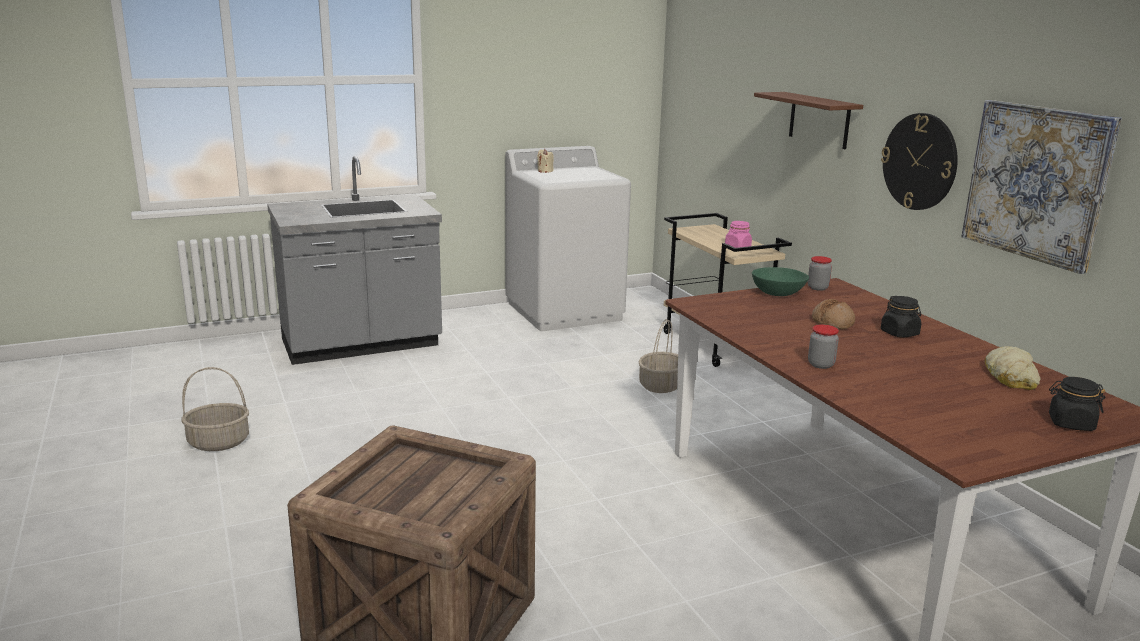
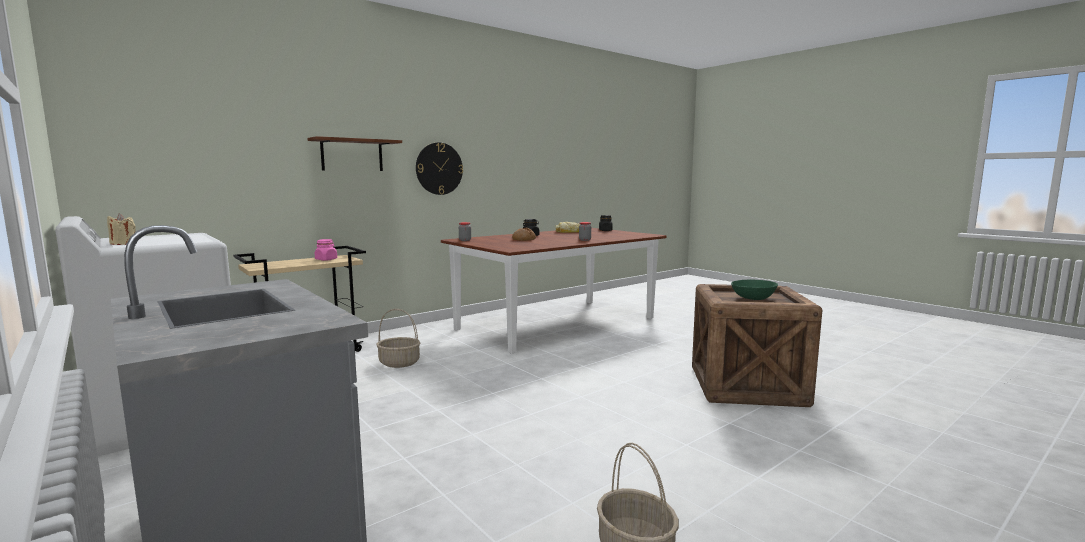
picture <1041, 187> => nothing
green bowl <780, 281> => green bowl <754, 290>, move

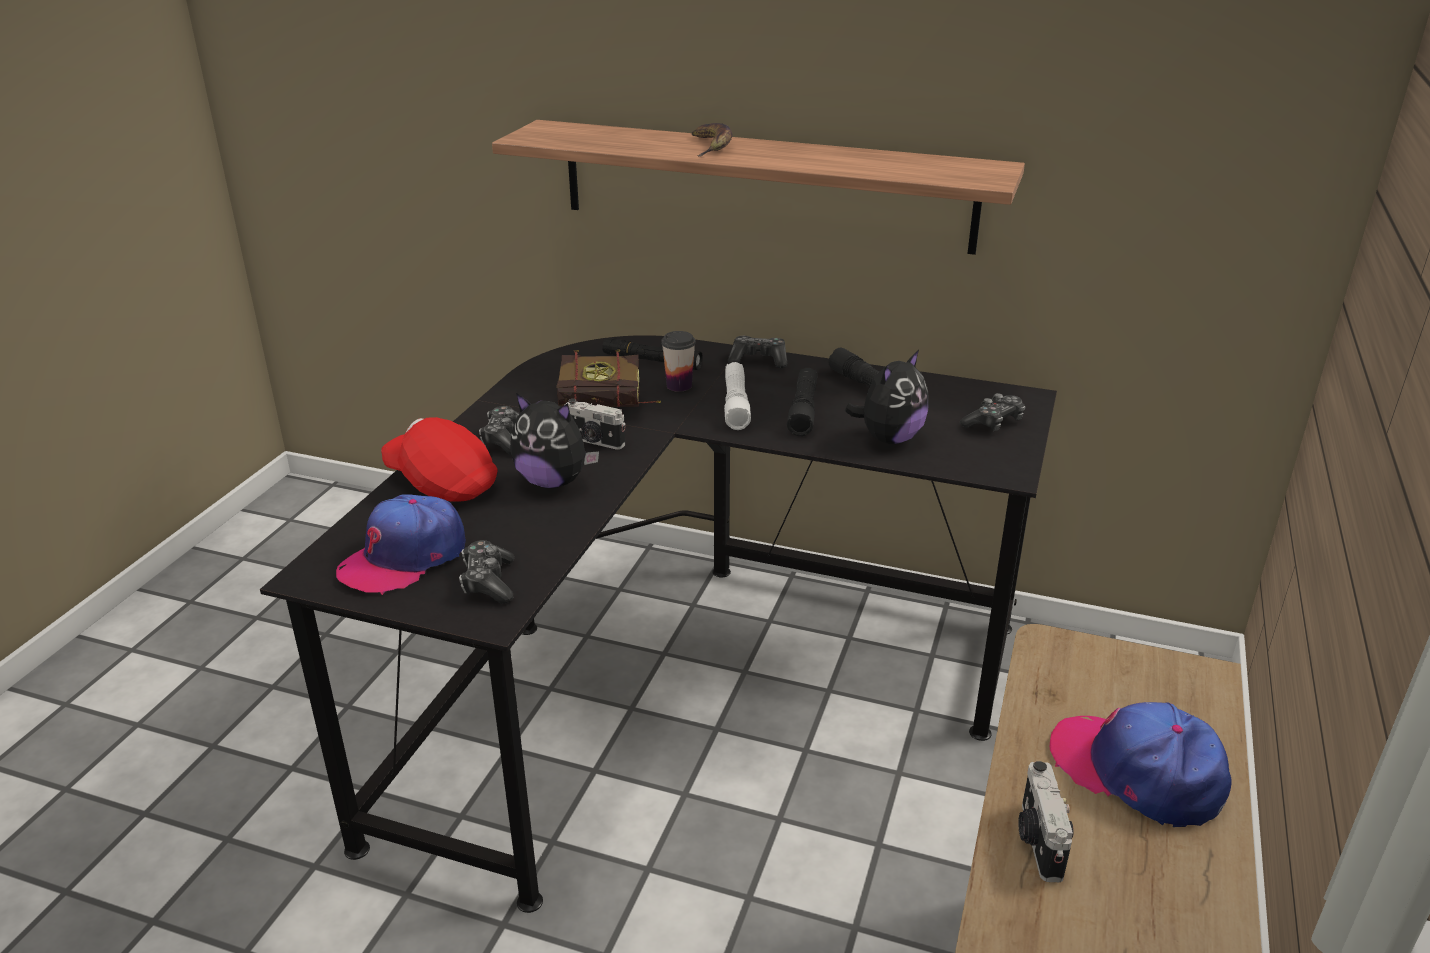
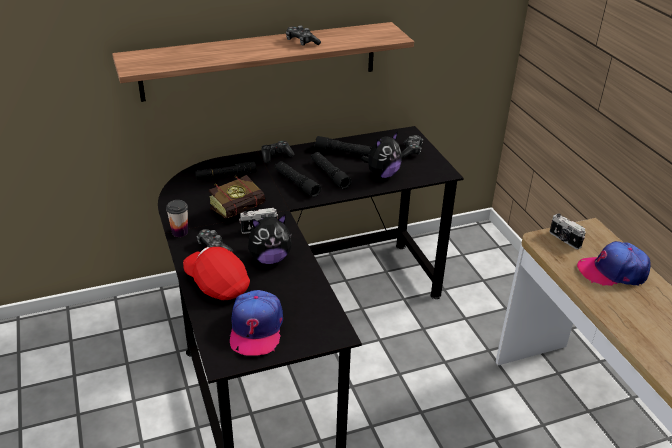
banana <712, 140> => nothing
cup <678, 361> => cup <177, 218>, move
plush toy <887, 397> => plush toy <381, 155>, 45 degrees clockwise
white flashlight <737, 396> => black flashlight <298, 179>
red cap <439, 459> => red cap <216, 273>, 45 degrees clockwise
game controller <486, 572> => game controller <303, 35>, move
photo camera <1046, 821> => photo camera <567, 231>, move

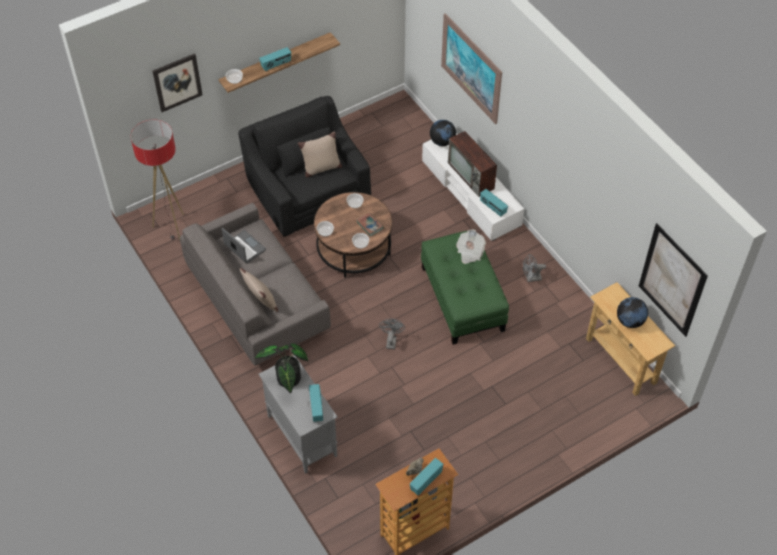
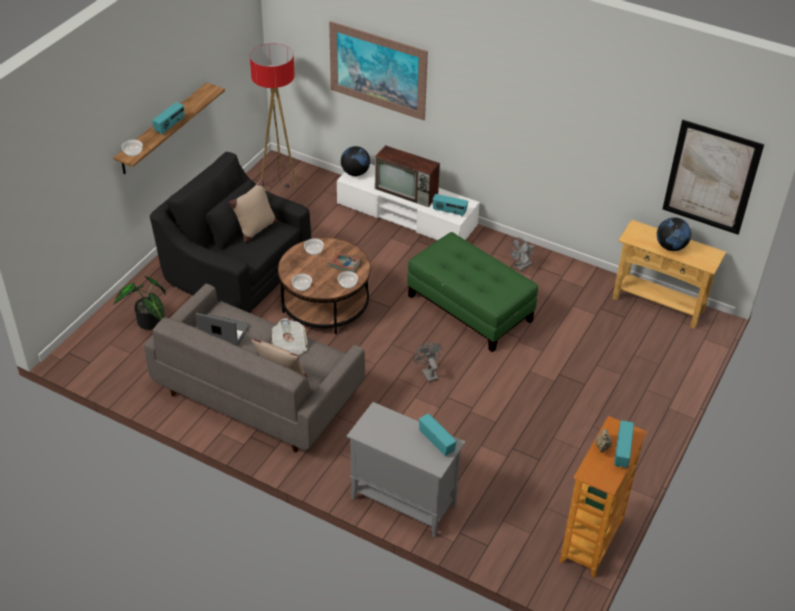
picture <177, 82> => nothing
floor lamp <157, 179> => floor lamp <273, 115>, move
newspaper <471, 246> => newspaper <289, 336>, move
potted plant <281, 368> => potted plant <140, 303>, move

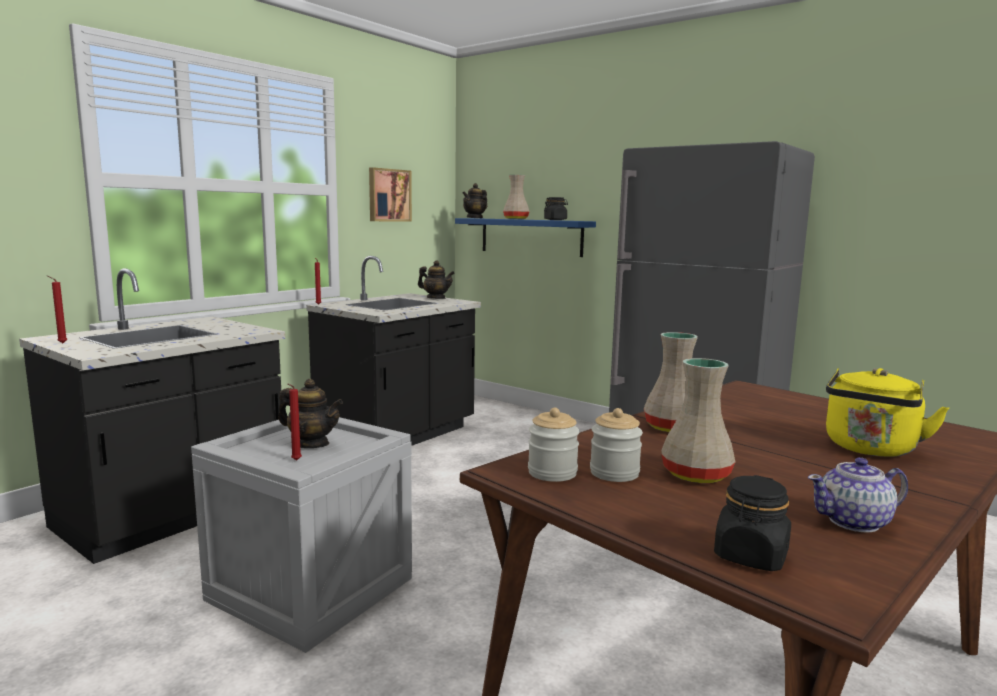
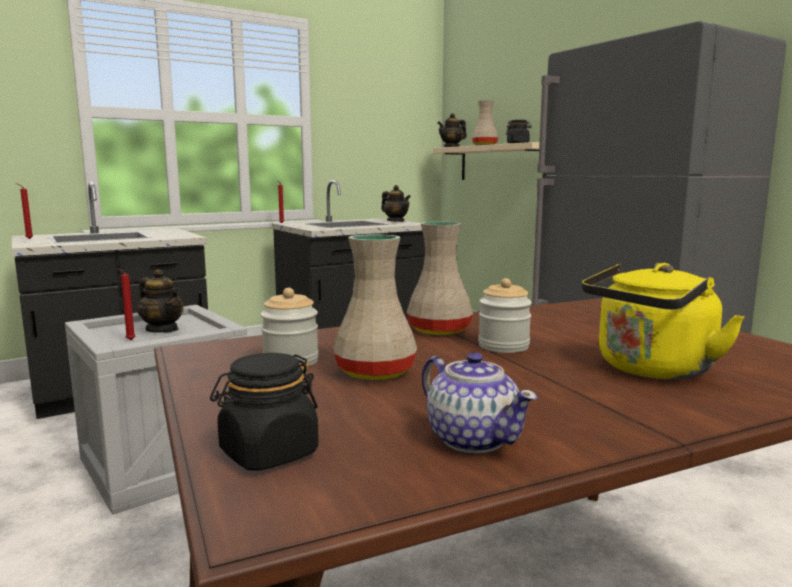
picture <390, 194> => nothing
blue shelf <525, 237> => beige shelf <489, 161>
jar <554, 445> => jar <505, 315>, move
teapot <858, 494> => teapot <479, 402>, 135 degrees counterclockwise

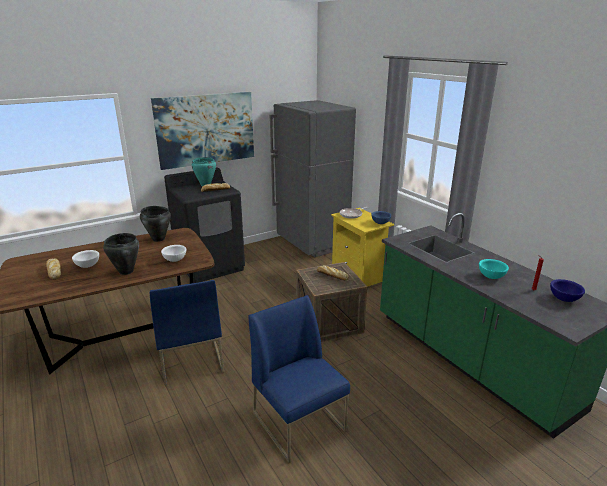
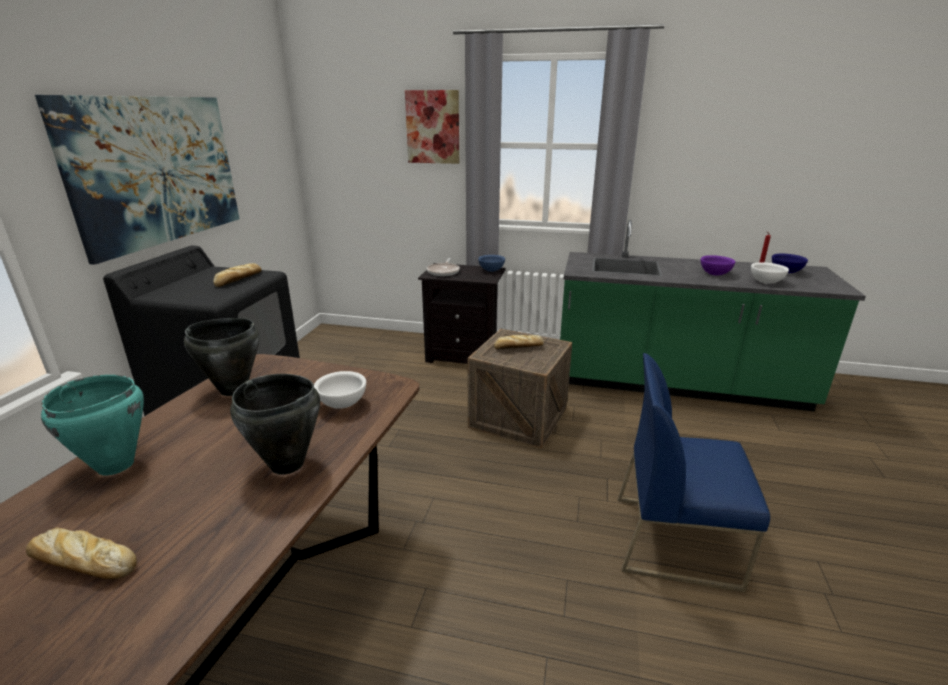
grey fridge <312, 178> => nothing
turquoise cooking pot <204, 171> => turquoise cooking pot <92, 425>, move
yellow nightstand <363, 247> => black nightstand <462, 313>
white bowl <85, 259> => white bowl <770, 273>, move
turquoise bowl <494, 269> => purple bowl <718, 265>
blue chair <187, 333> => nothing
nothing => picture <432, 127>

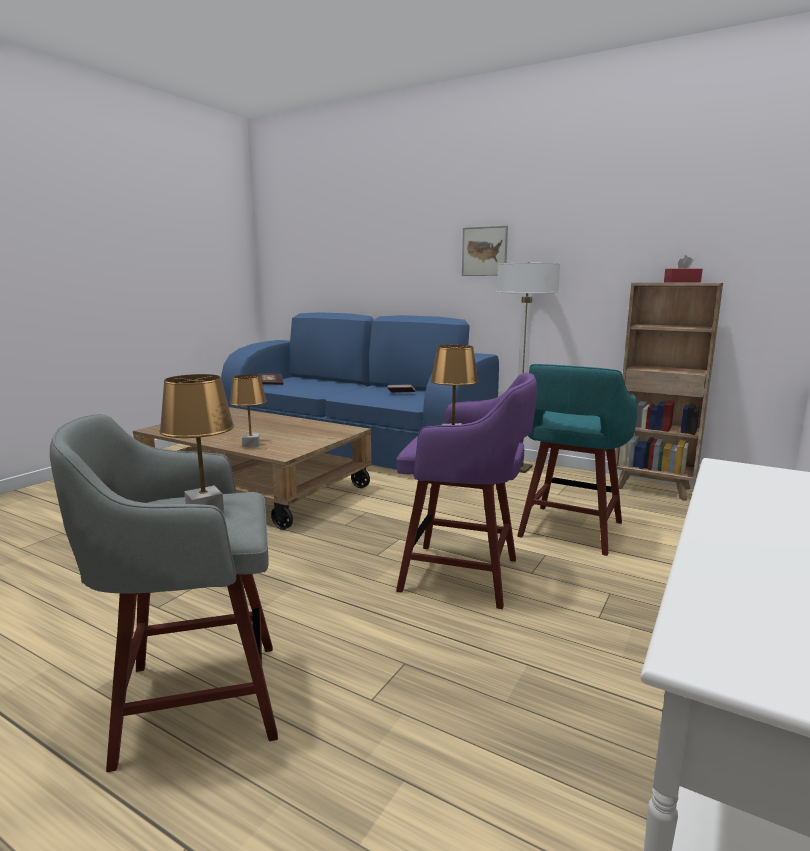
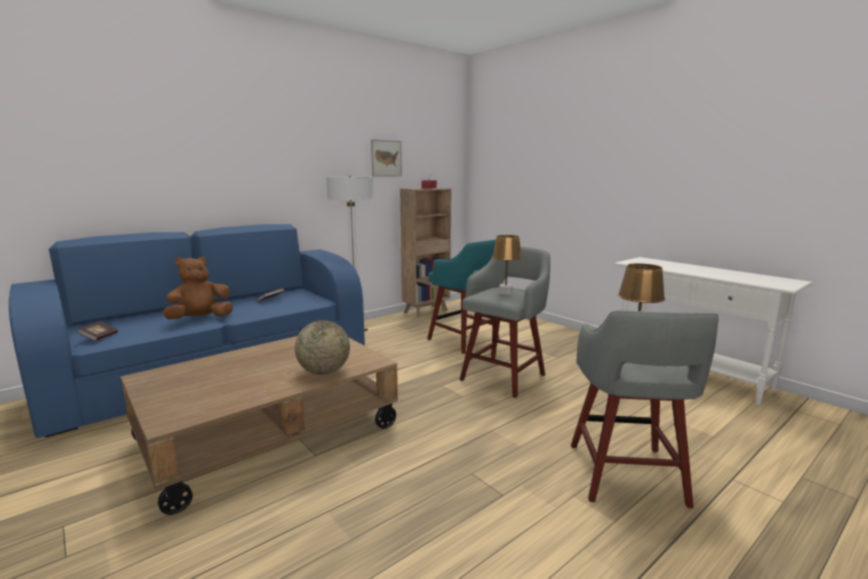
picture <485, 250> => picture <386, 158>, move
purple stool <466, 491> => grey stool <505, 322>
brown table lamp <248, 410> => globe <322, 347>
nothing => brown plush toy <197, 288>

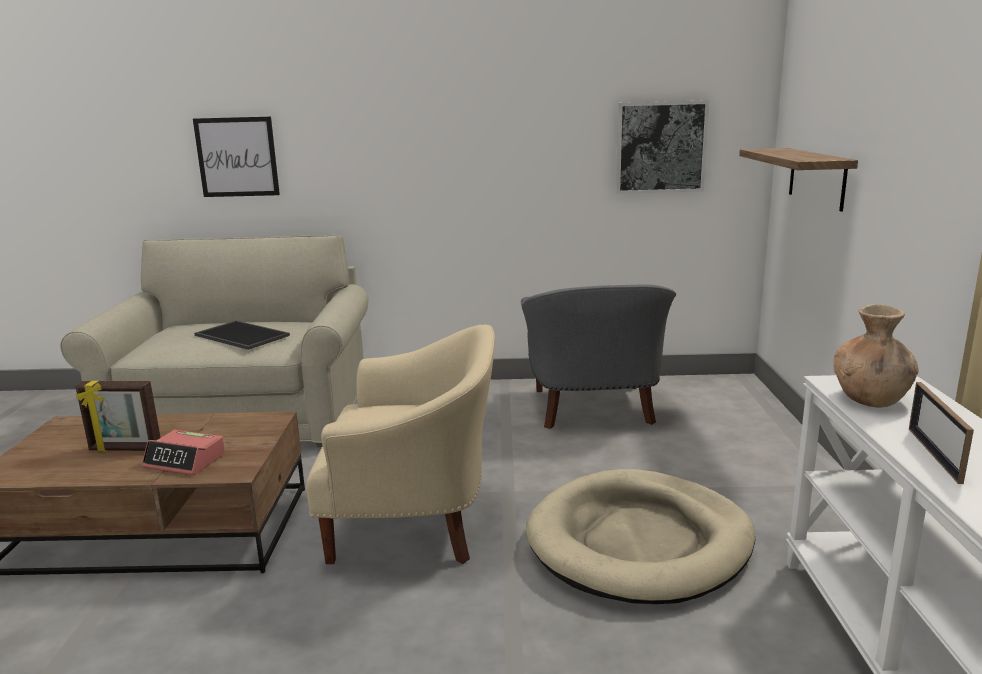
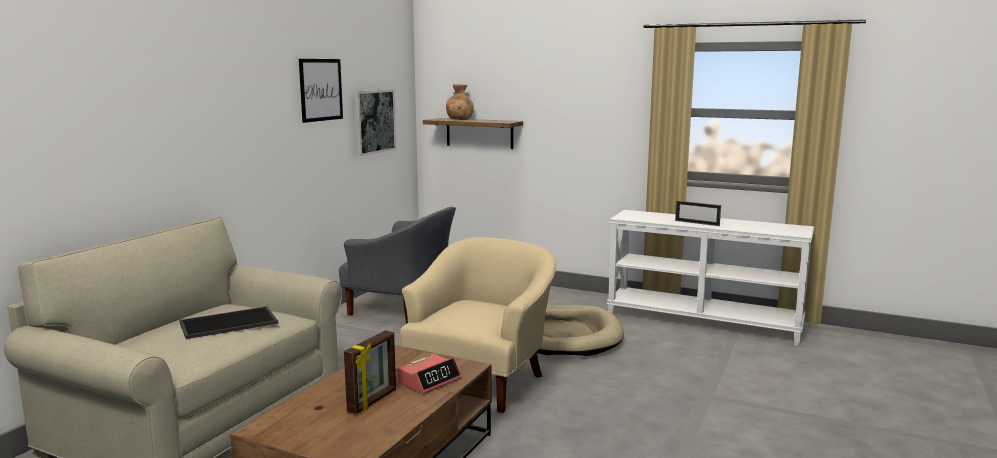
picture <236, 157> => picture <321, 91>, move
brown vase <876, 356> => brown vase <460, 102>, move

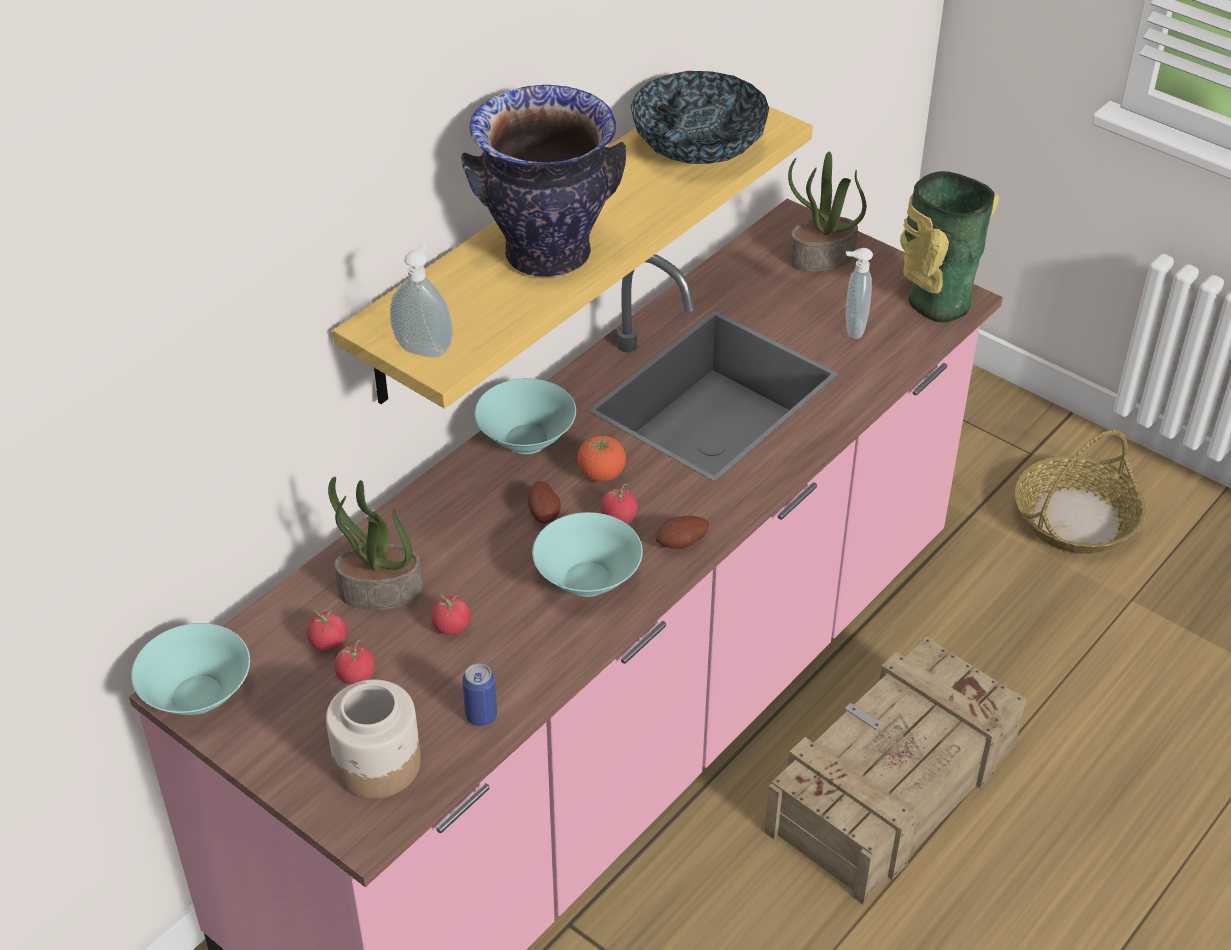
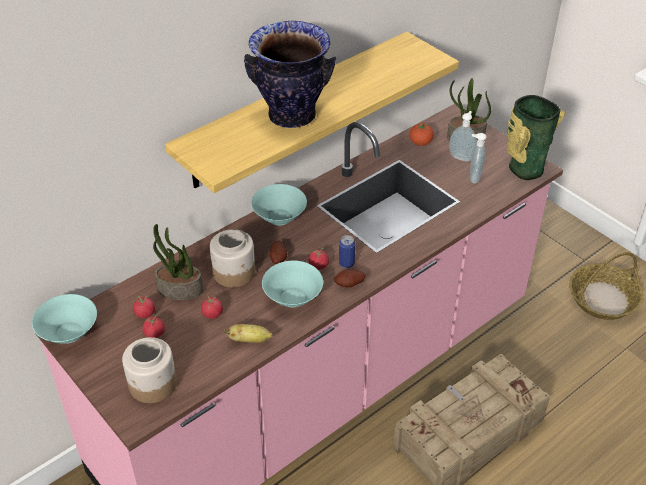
bowl <700, 117> => nothing
soap dispenser <421, 300> => soap dispenser <463, 136>, move
tomato <601, 458> => tomato <422, 134>, move
can <479, 694> => can <347, 251>, move
nothing => jar <232, 258>
nothing => banana <248, 333>

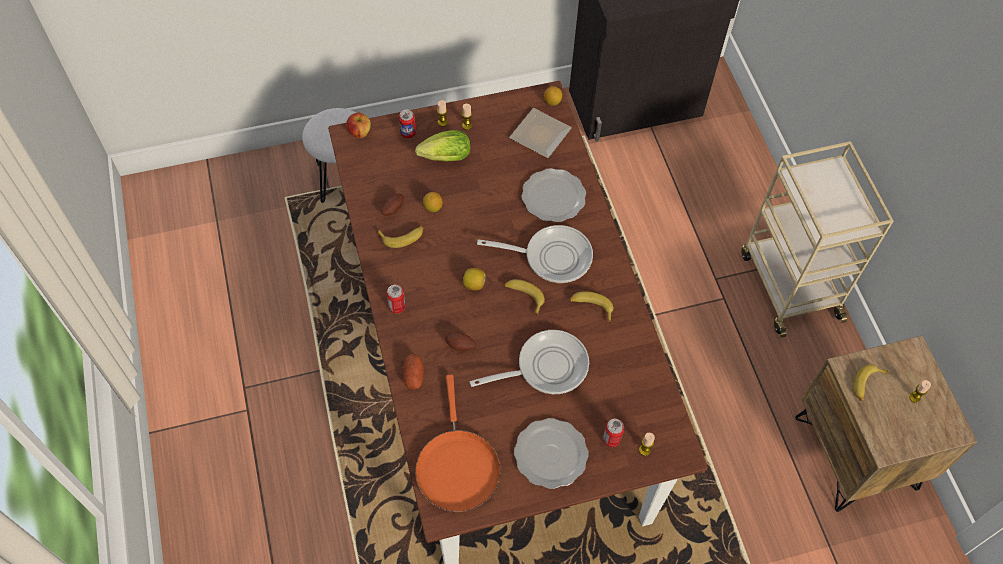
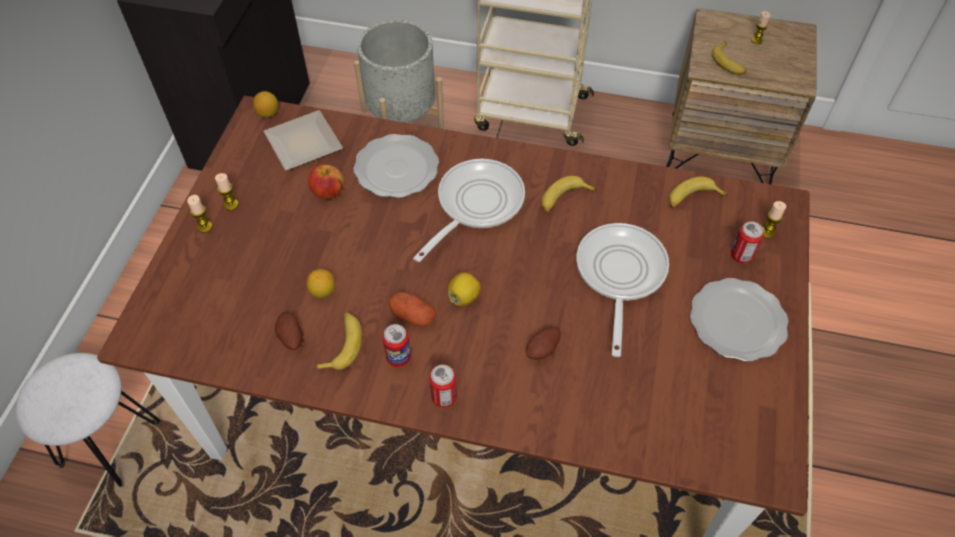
can <407, 124> => can <396, 345>, move
apple <358, 125> => apple <326, 182>, move
lettuce <443, 145> => nothing
banana <524, 297> => banana <698, 192>, move
potato <413, 372> => potato <412, 309>, move
orange frying pan <458, 443> => nothing
nothing => grey planter <399, 74>

